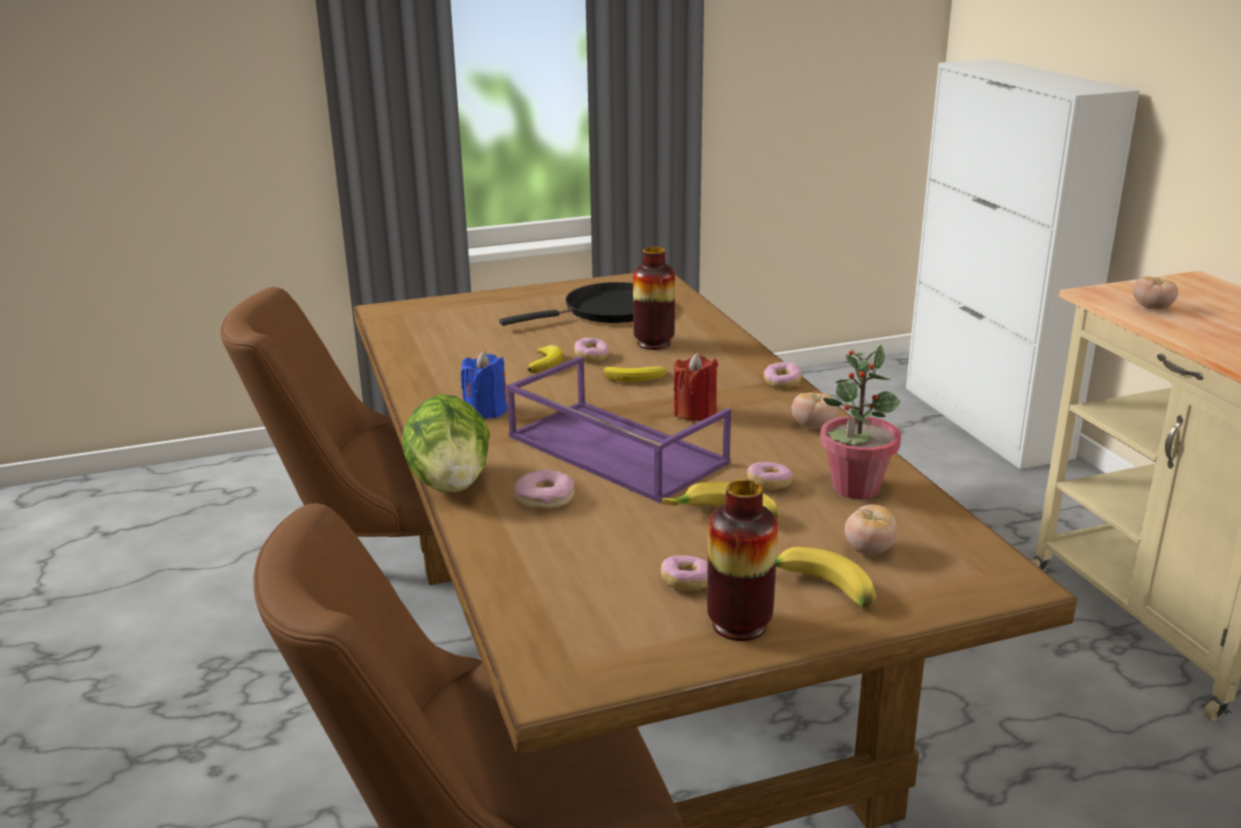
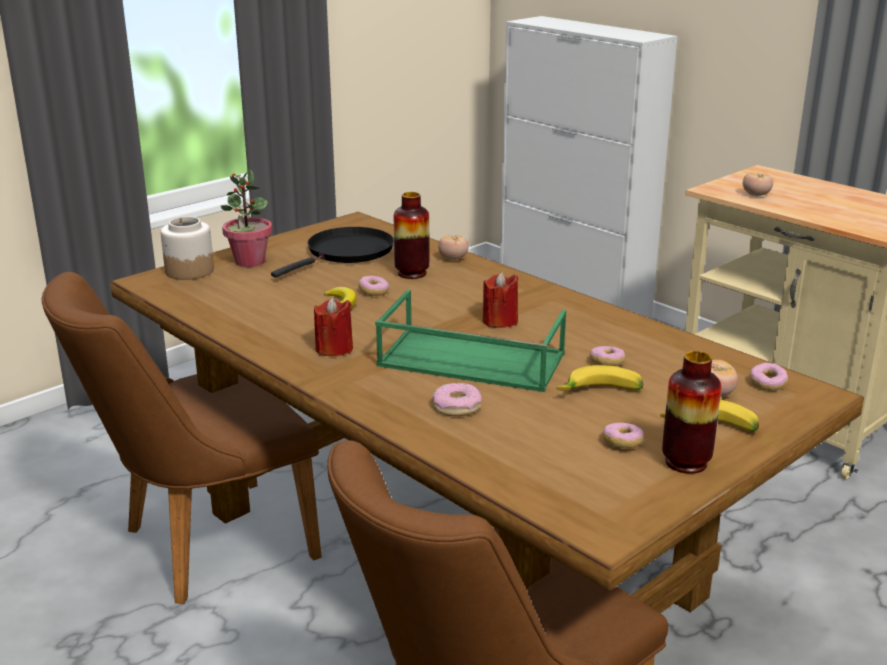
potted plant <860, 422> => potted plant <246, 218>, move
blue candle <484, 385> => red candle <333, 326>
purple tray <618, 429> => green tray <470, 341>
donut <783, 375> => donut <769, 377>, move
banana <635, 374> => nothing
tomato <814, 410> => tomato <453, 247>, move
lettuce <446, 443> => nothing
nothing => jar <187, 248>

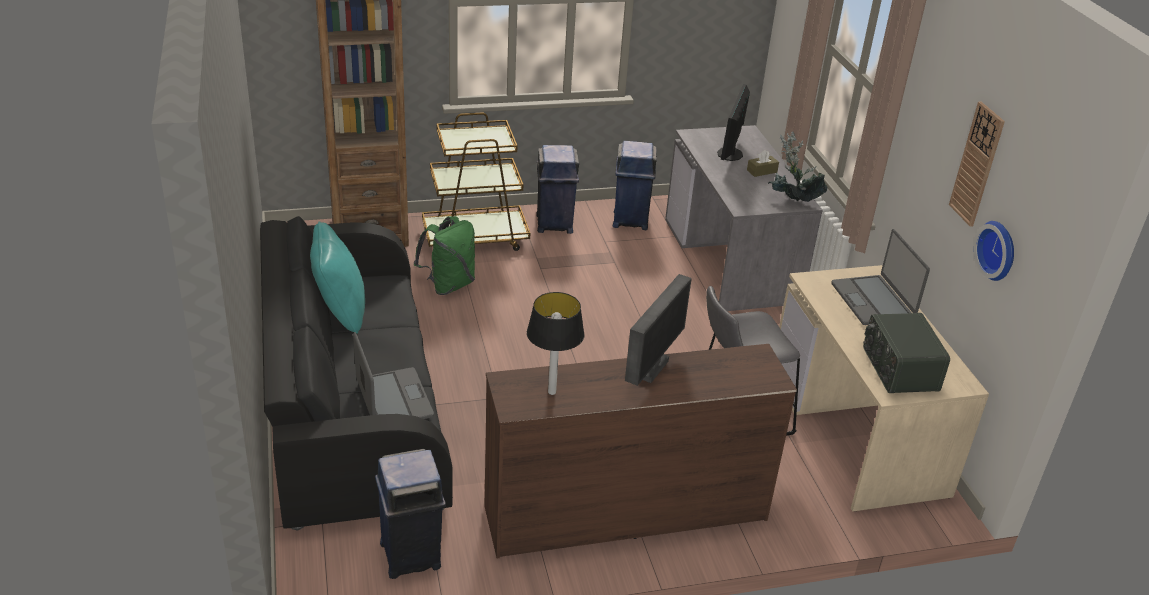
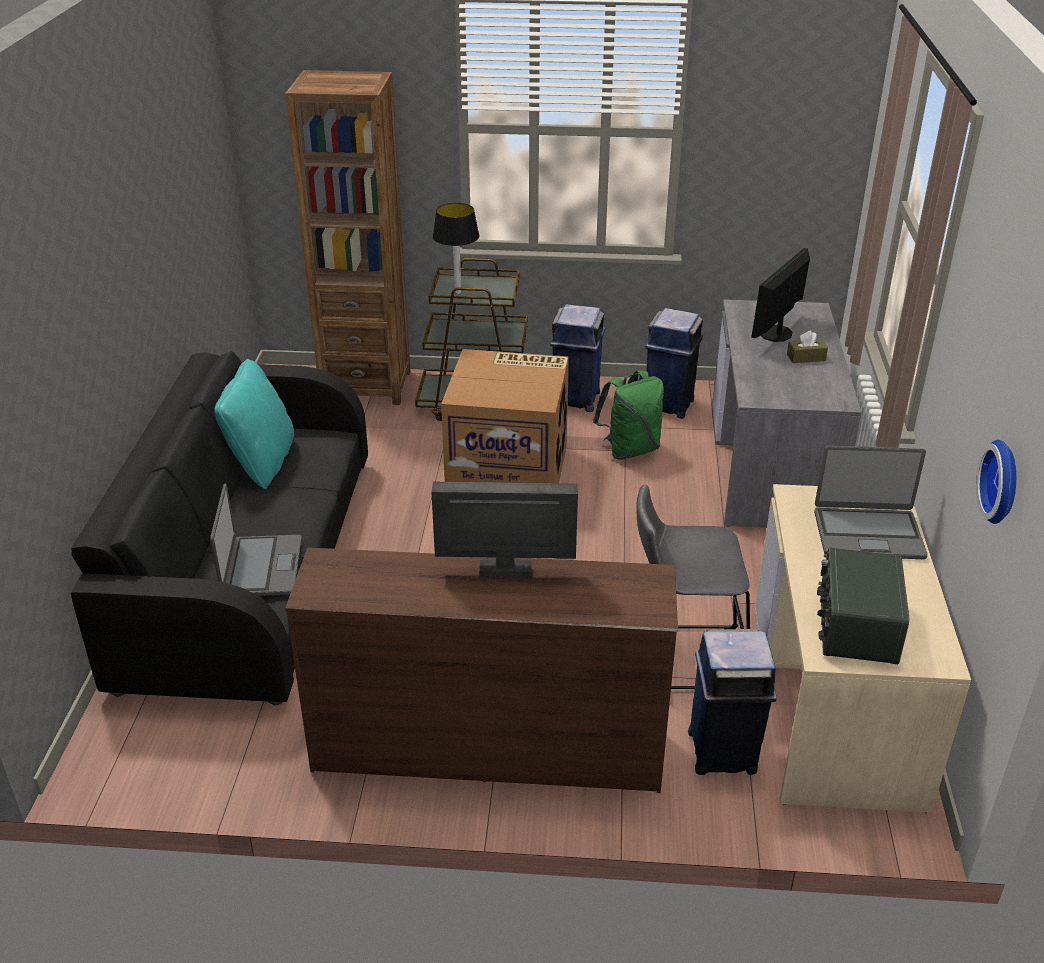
wall clock <977, 164> => nothing
potted plant <797, 166> => nothing
green backpack <444, 255> => green backpack <628, 415>, move
laptop <880, 277> => laptop <871, 502>, 90 degrees counterclockwise
monitor <658, 330> => monitor <504, 530>, 135 degrees counterclockwise
table lamp <556, 343> => table lamp <456, 248>, move
blue trash can <410, 514> => blue trash can <732, 702>, move
nothing => cardboard box <505, 416>

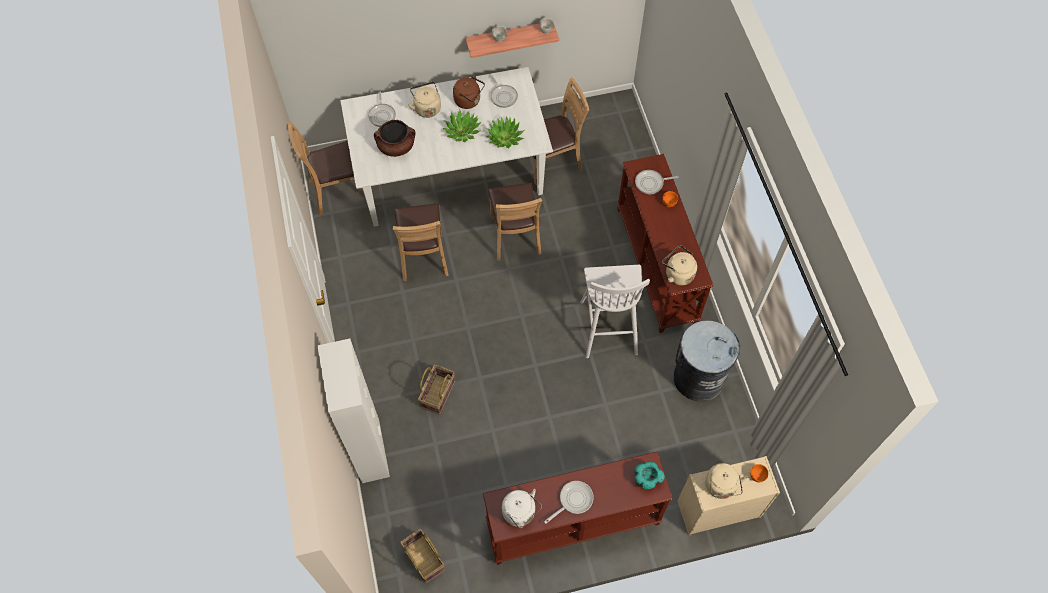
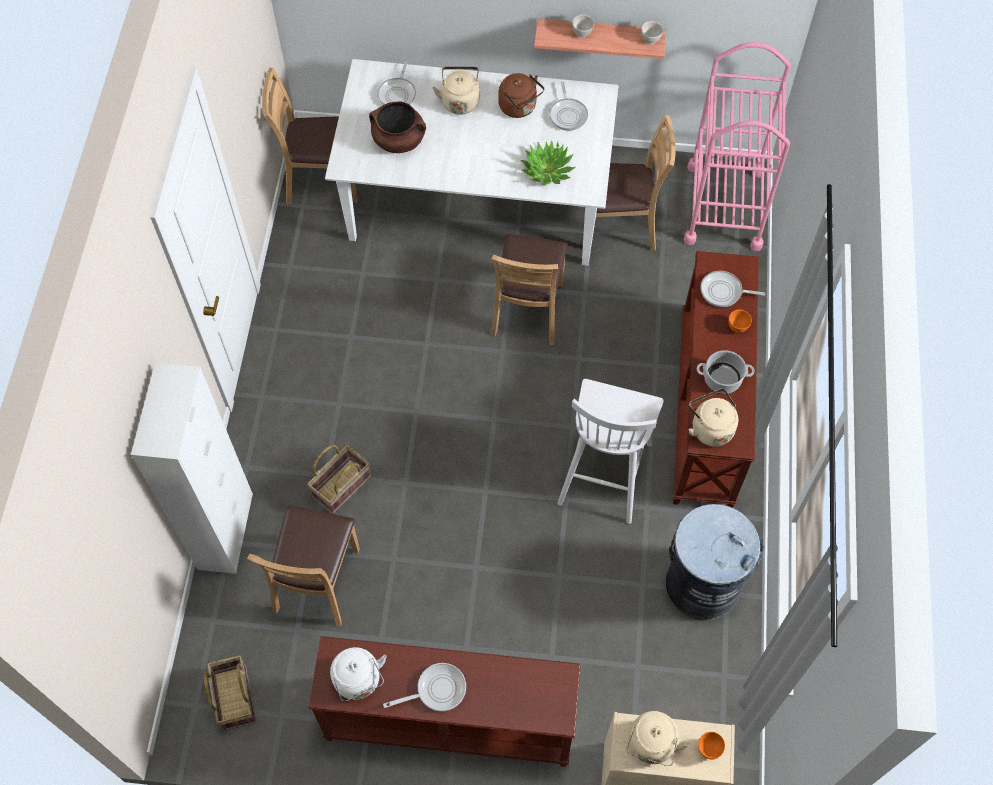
potted plant <462, 126> => nothing
brown chair <421, 242> => brown chair <303, 565>, move
turquoise bowl <649, 475> => nothing
nothing => pink cart <737, 146>
nothing => cooking pot <726, 372>

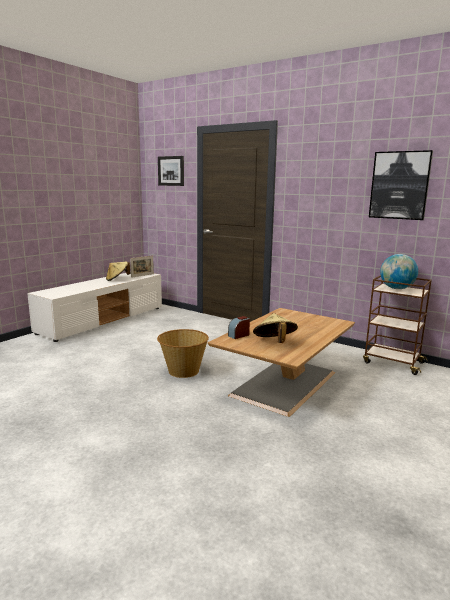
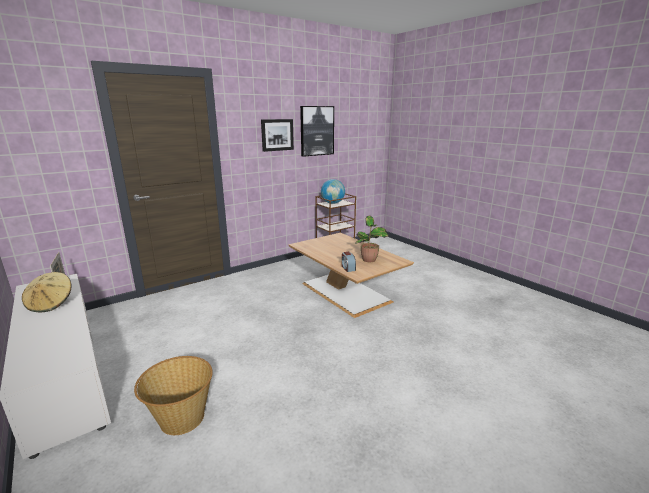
picture <171, 171> => picture <277, 135>, move
beige hat <275, 328> => potted plant <372, 239>
basket <183, 353> => basket <173, 395>, move

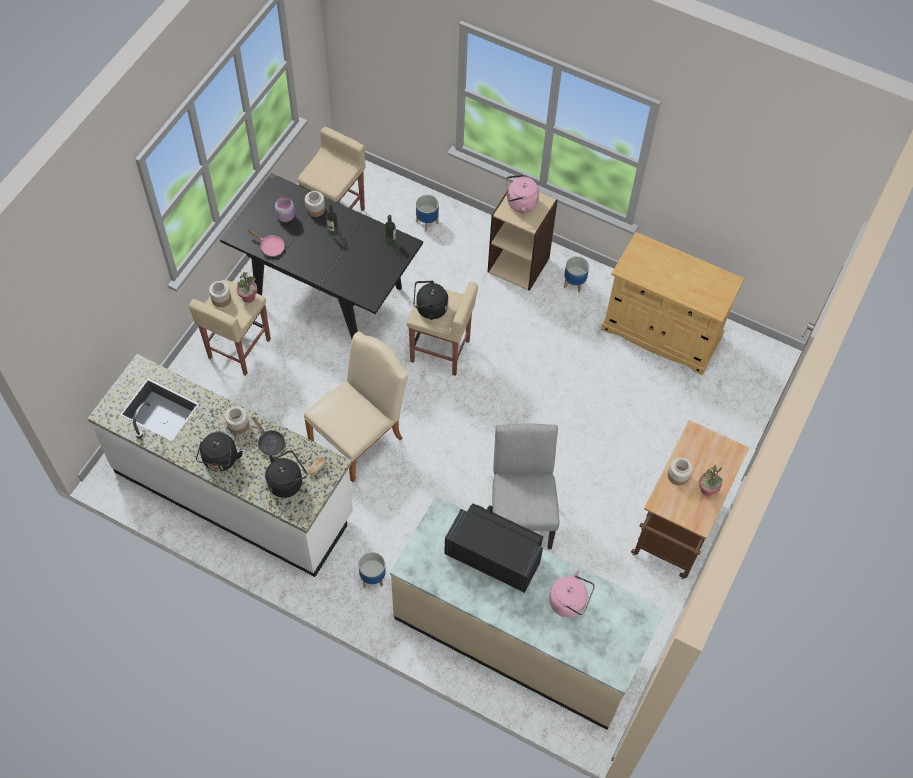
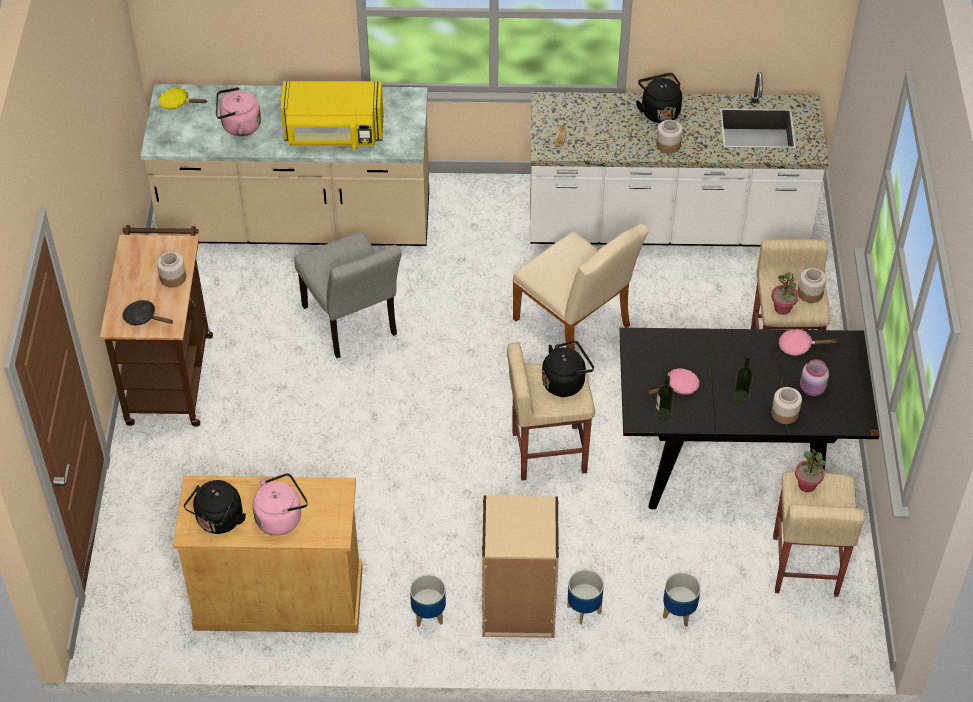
pink kettle <522, 193> => pink kettle <280, 504>, move
beige chair <356, 406> => beige chair <580, 287>, 60 degrees counterclockwise
black frying pan <269, 436> => black frying pan <147, 312>, move
black kettle <286, 474> => black kettle <215, 507>, move
potted plant <711, 480> => potted plant <810, 470>, move
black microwave <493, 548> => yellow microwave <332, 115>
planter <372, 569> => planter <585, 597>, move
nothing => yellow frying pan <182, 98>
nothing => pink frying pan <674, 381>

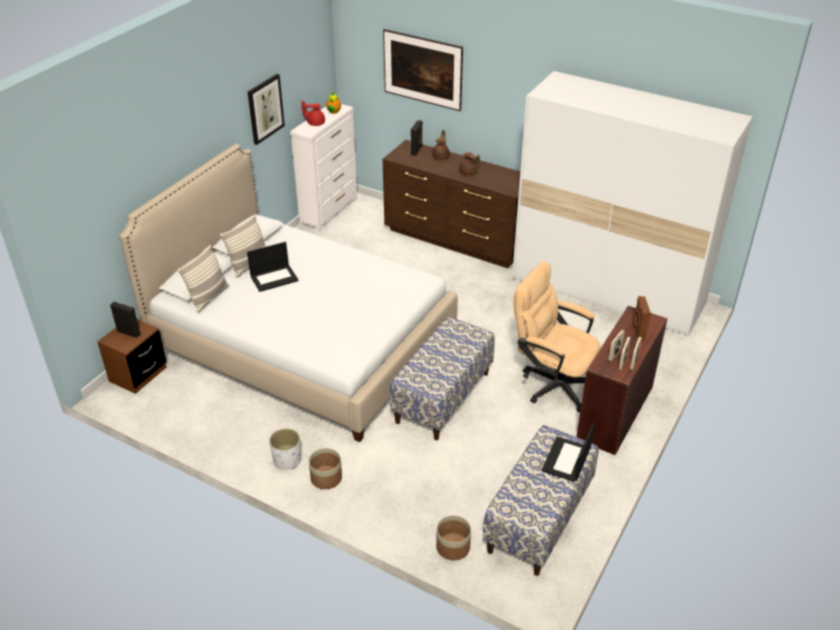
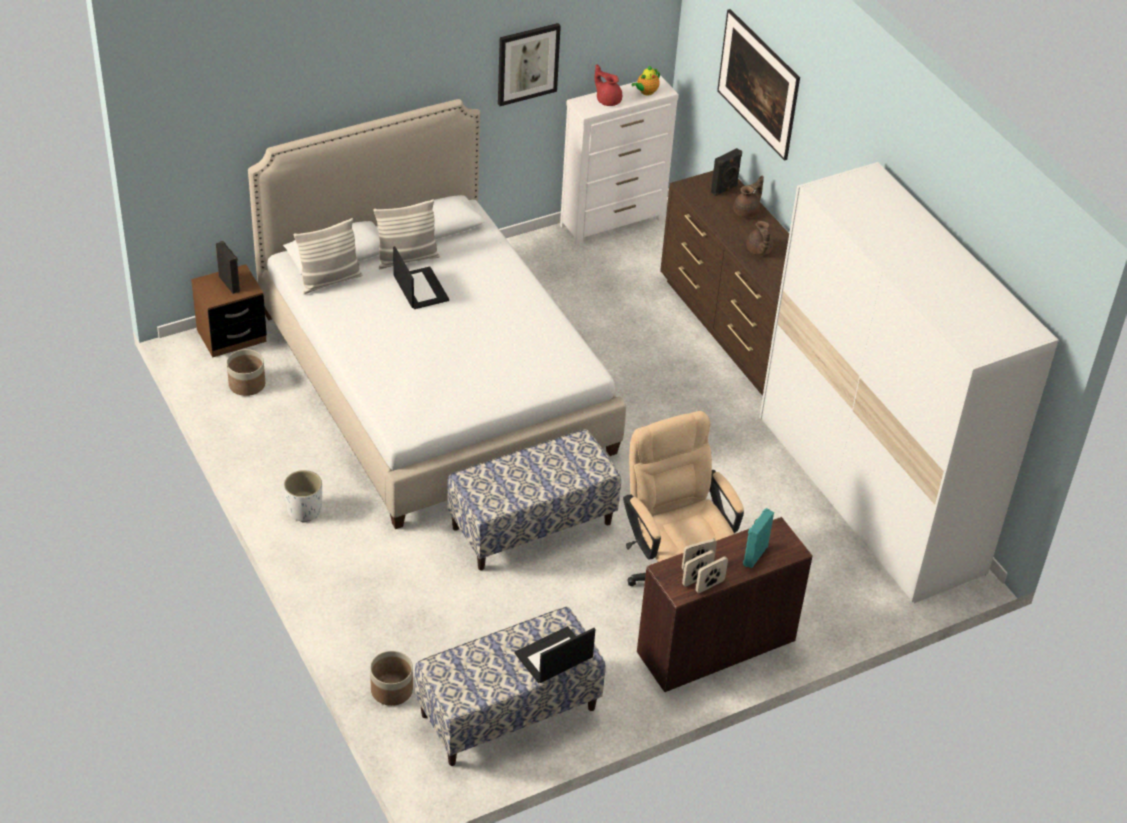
laptop <273, 267> => laptop <421, 277>, 120 degrees counterclockwise
brown speaker <641, 318> => turquoise speaker <758, 538>
planter <325, 468> => planter <246, 372>, move

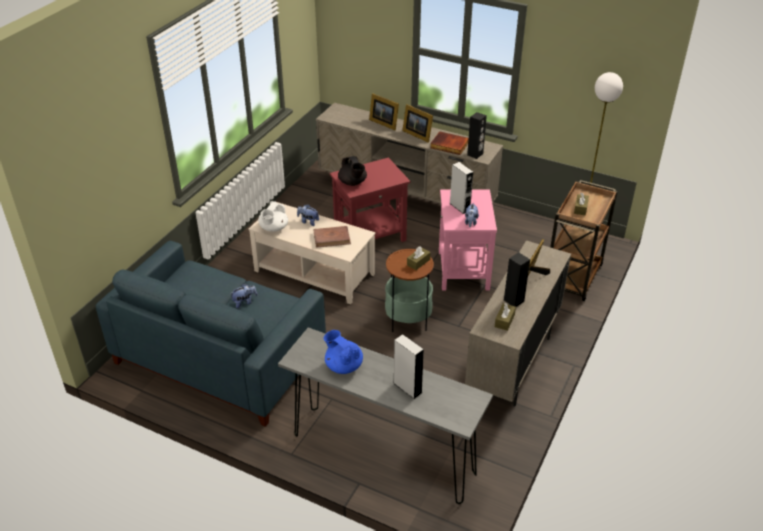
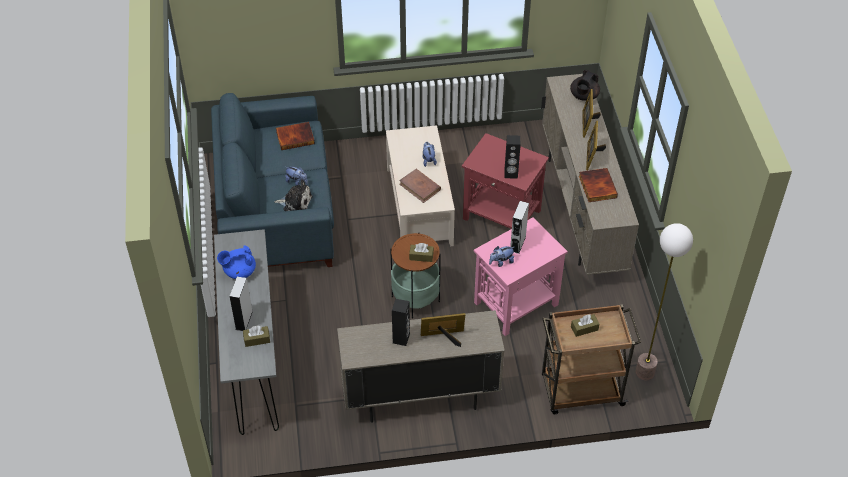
black speaker <477, 135> => black speaker <512, 157>, move
black teapot <352, 171> => black teapot <585, 85>, move
white teapot <273, 216> => nothing
brown tissue box <505, 317> => brown tissue box <256, 336>, move
blue teapot <343, 352> => blue teapot <236, 262>, 120 degrees counterclockwise
nothing => book <295, 136>
nothing => plush toy <293, 195>

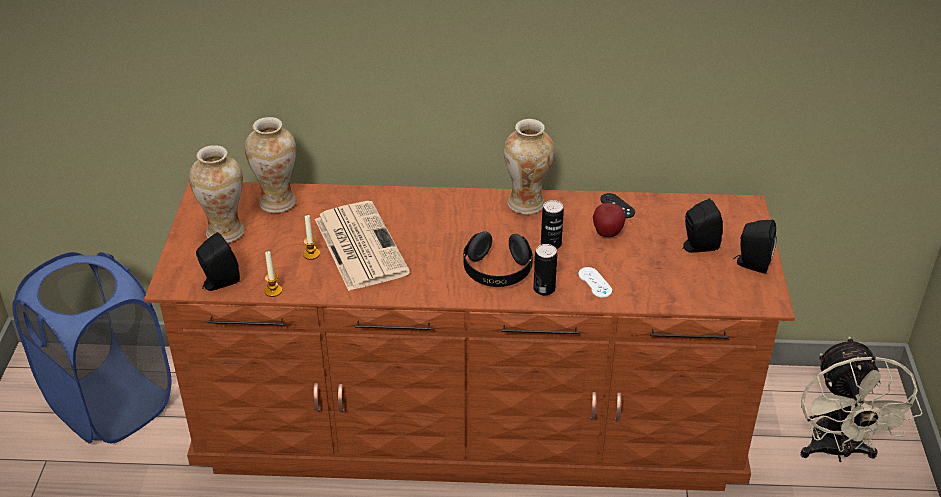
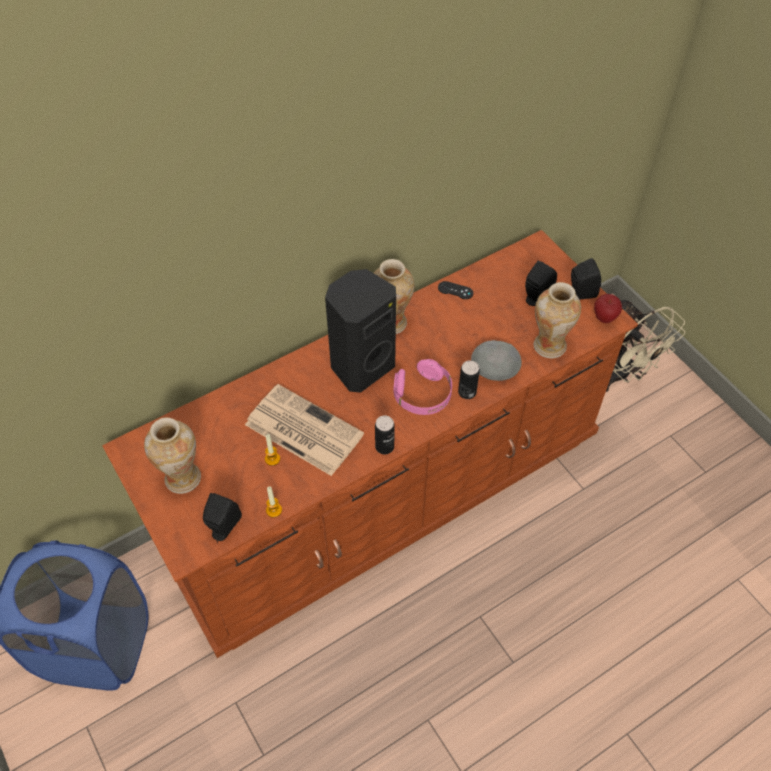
vase <270, 165> => vase <557, 320>, move
can <552, 224> => can <385, 434>, move
apple <609, 220> => apple <608, 308>, move
black headphones <498, 259> => pink headphones <422, 387>
white game controller <595, 282> => grey bowl <496, 360>
nothing => black speaker <360, 331>

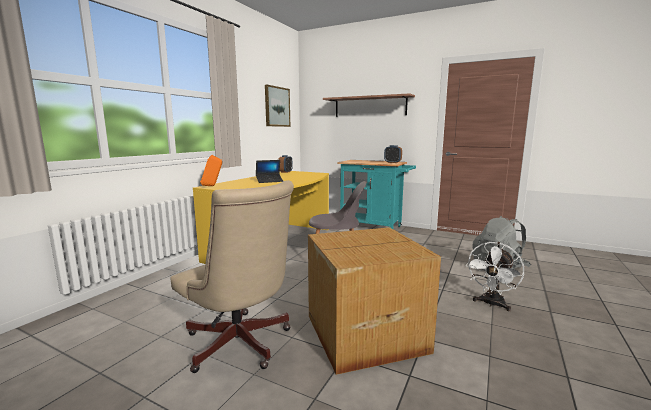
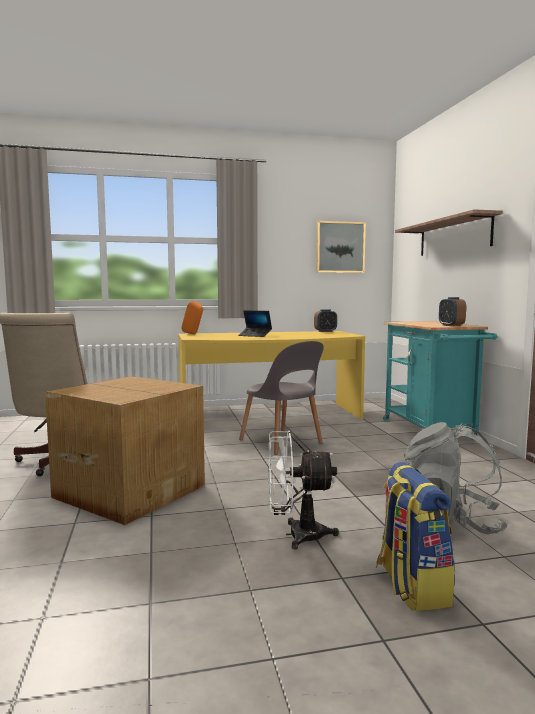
nothing => backpack <415, 536>

